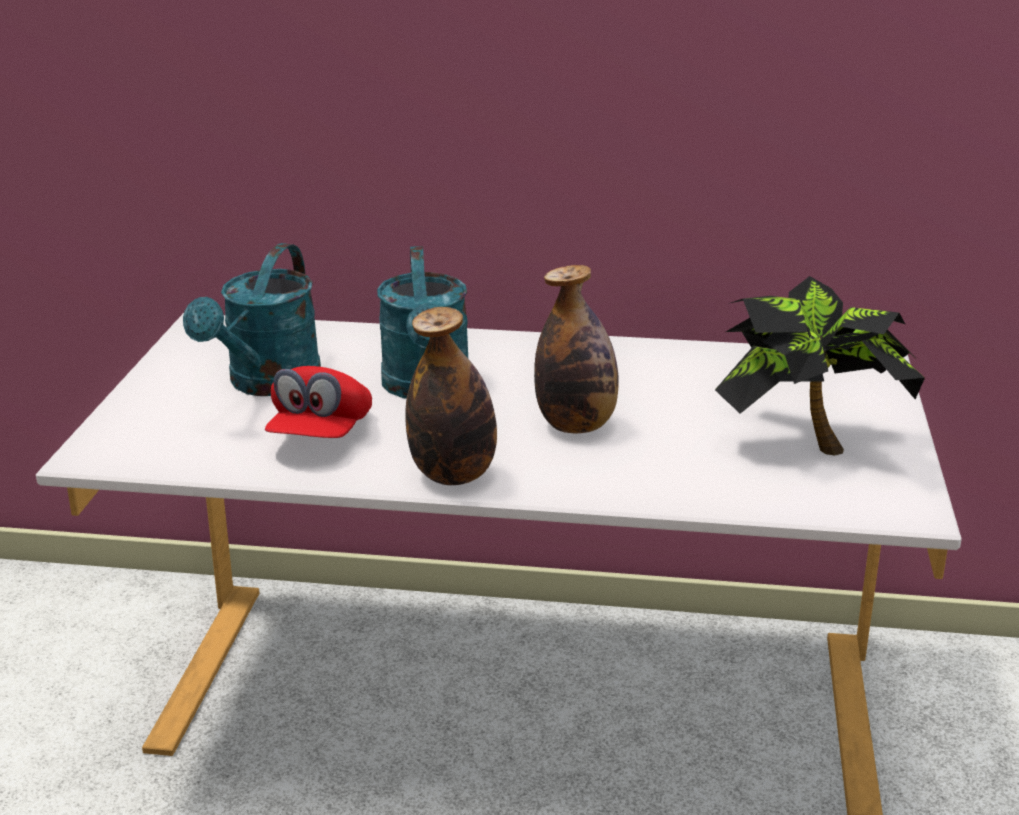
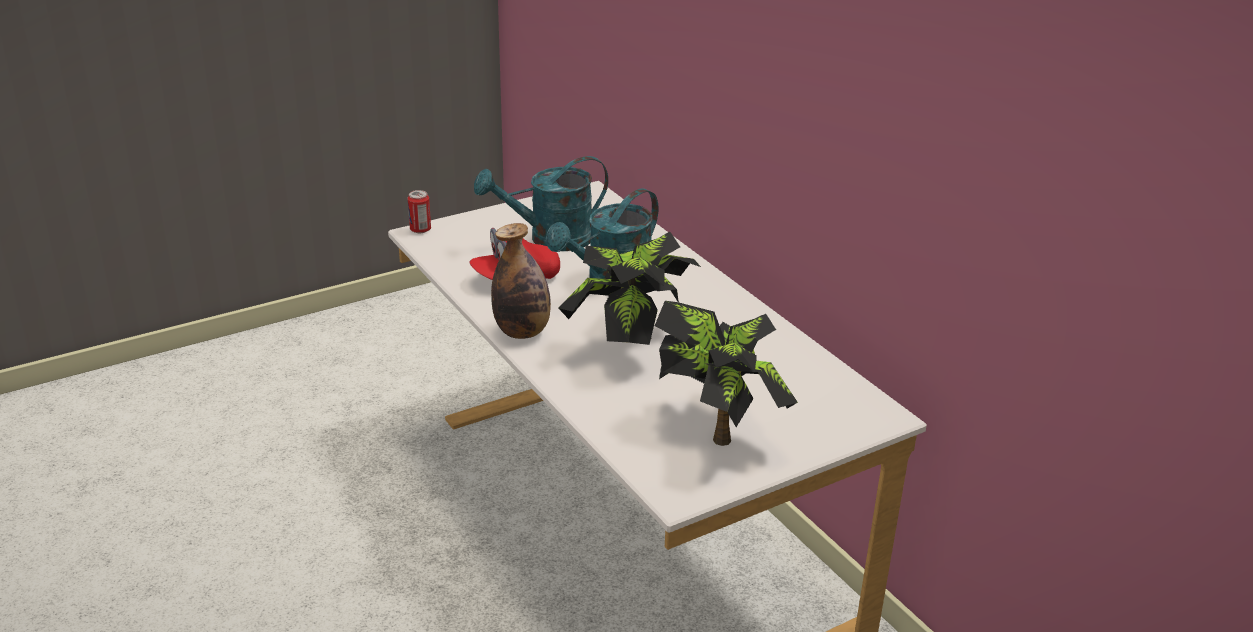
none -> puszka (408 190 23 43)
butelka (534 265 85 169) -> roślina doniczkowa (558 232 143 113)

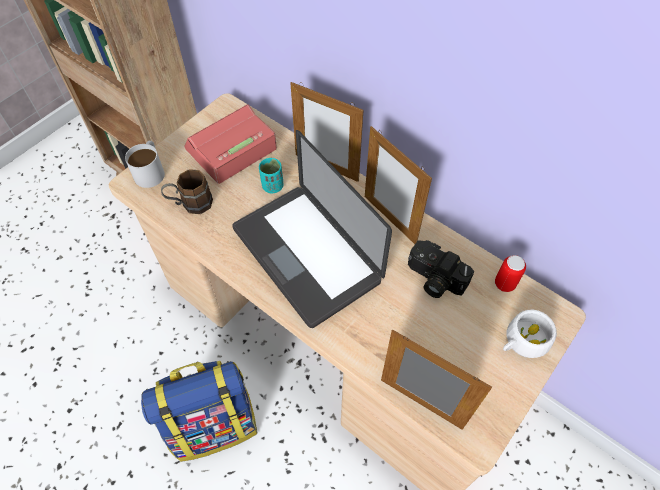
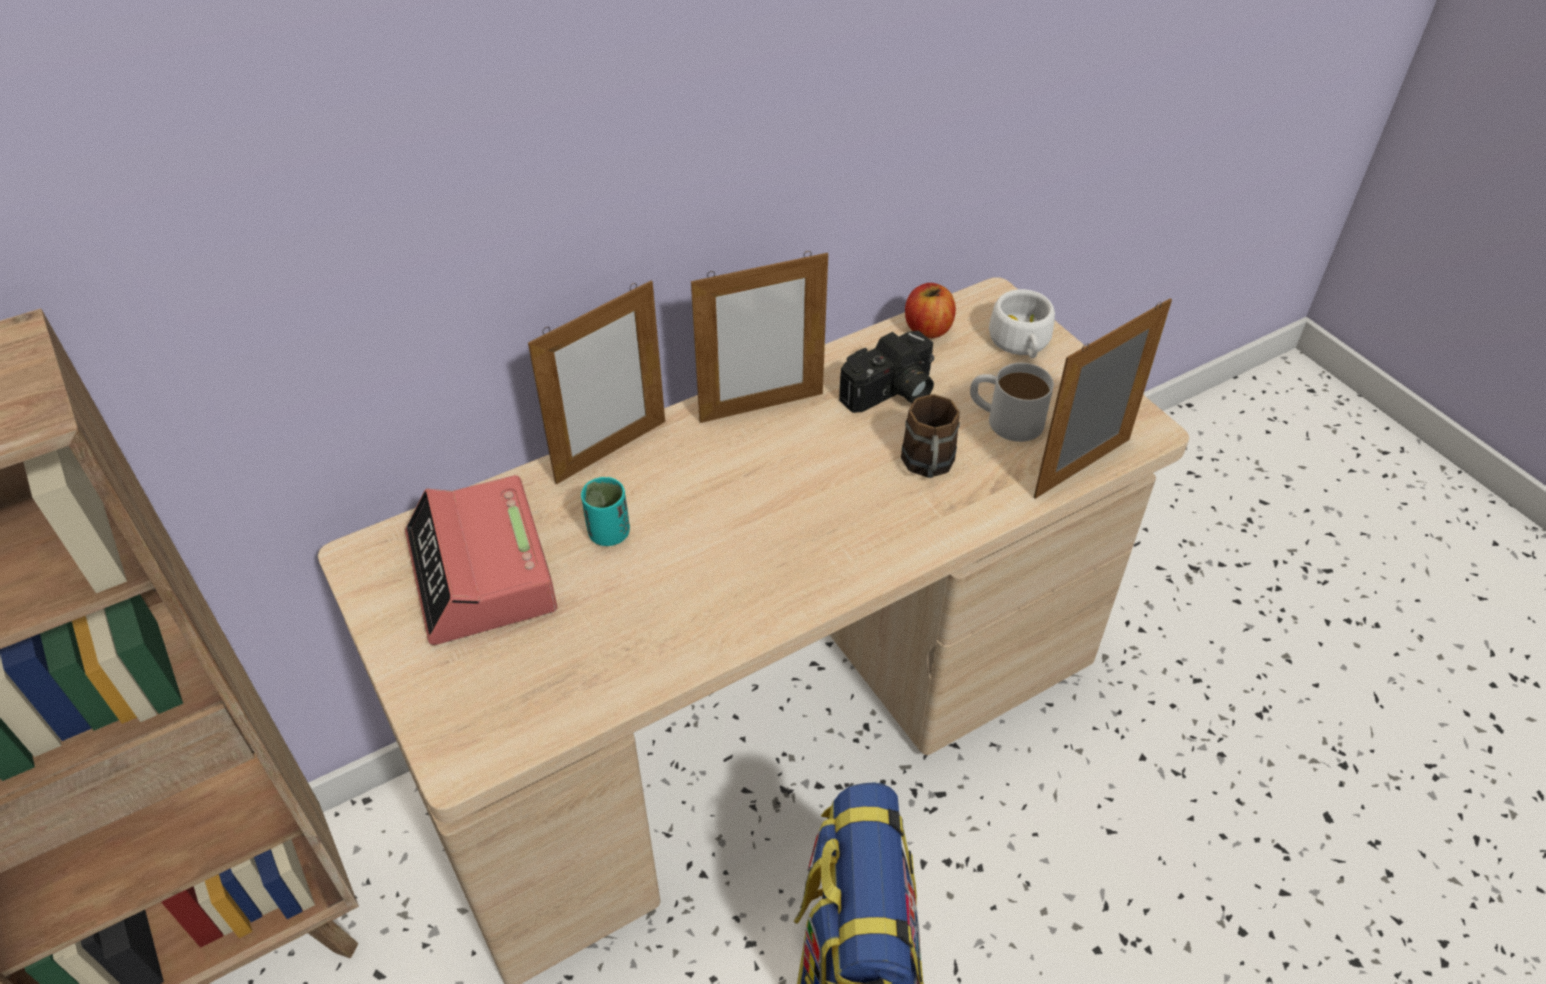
laptop (232 130 160 198) -> none
kubek [biały] (125 141 40 47) -> kubek [biały] (970 363 84 79), relocated
kubek [brązowy] (161 169 52 45) -> kubek [brązowy] (901 394 59 84), relocated
puszka (495 255 31 37) -> jabłko (905 283 51 55)

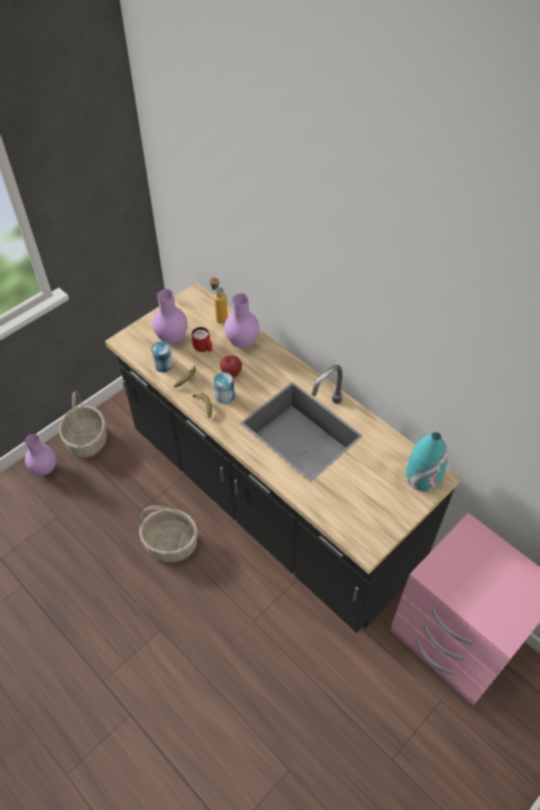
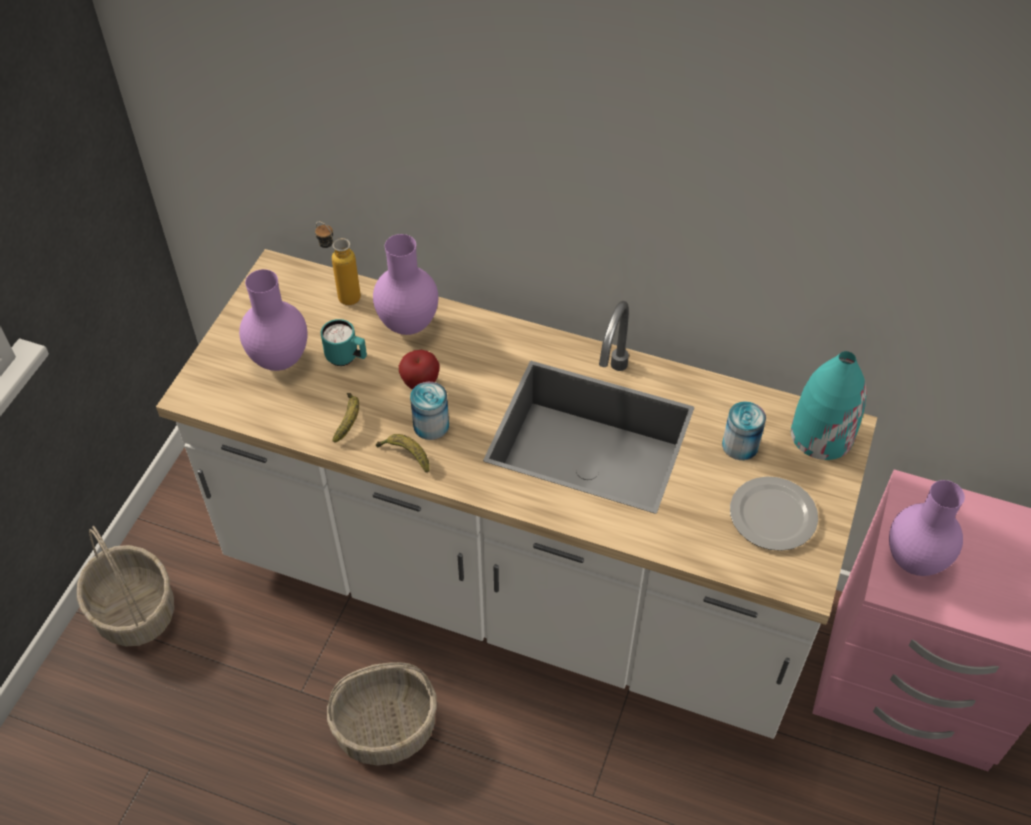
none -> talerz (730 476 88 75)
wazon [fioletowy] (25 434 31 41) -> wazon [fioletowy] (889 480 76 96), relocated
puszka (151 342 22 30) -> puszka (722 402 44 58), relocated
zabudowa kuchenna [czarny] (105 283 356 350) -> zabudowa kuchenna [biały] (156 249 721 490)
kubek [czerwony] (192 327 20 25) -> kubek [turkusowy] (321 319 46 47)

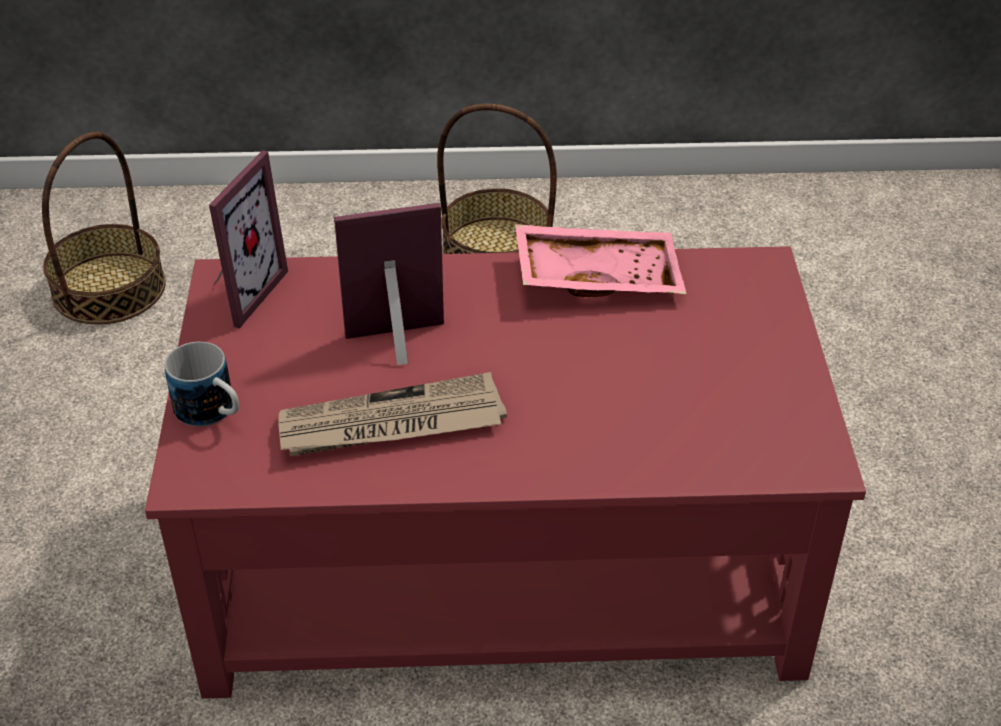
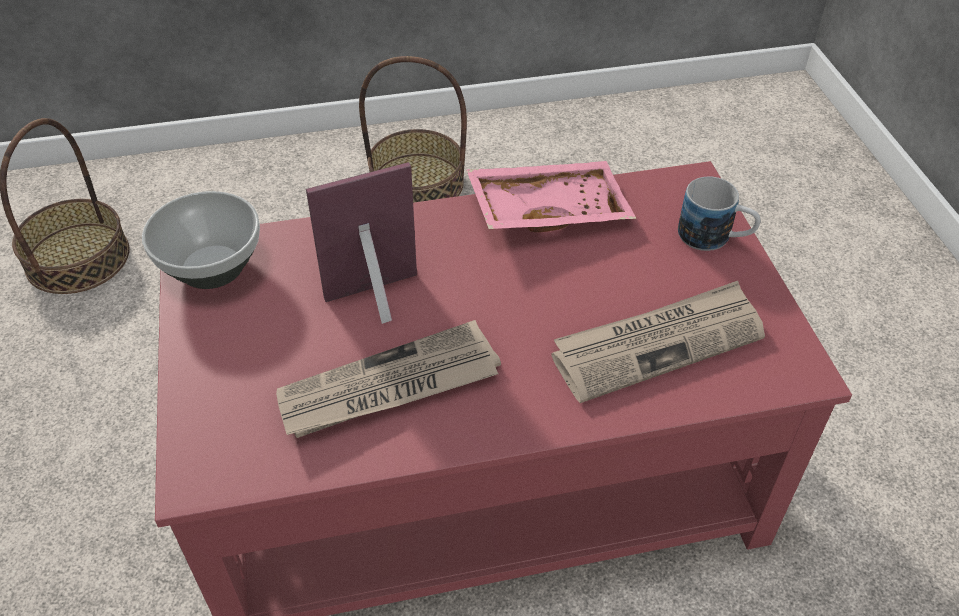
none -> gazeta (551 281 214 122)
kubek (165 342 74 85) -> kubek (678 176 83 75), relocated
ramka na zdjęcie (209 150 79 178) -> miska (142 191 118 98)

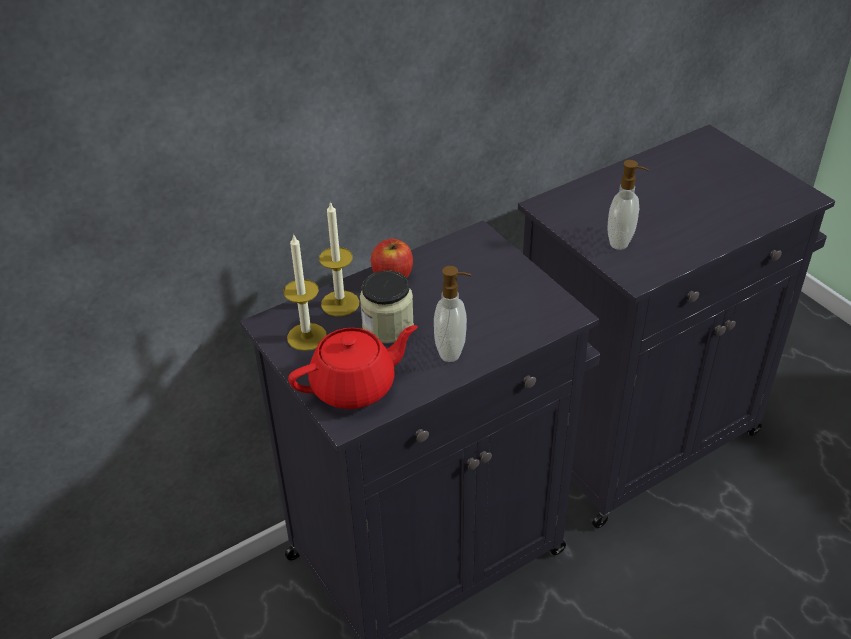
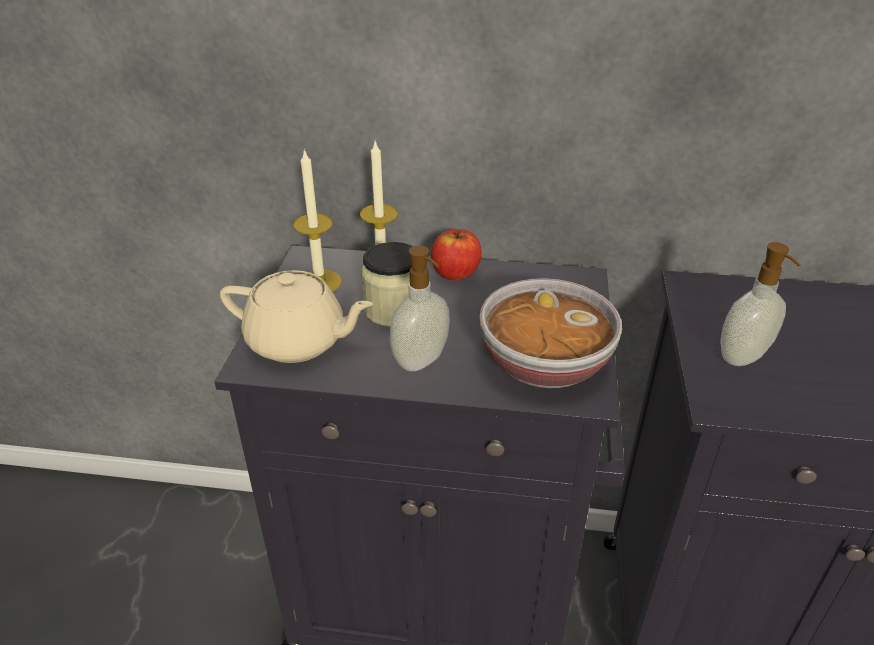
none -> miska (479 278 143 110)
imbryk [czerwony] (288 325 129 84) -> imbryk [beżowy] (220 270 153 93)

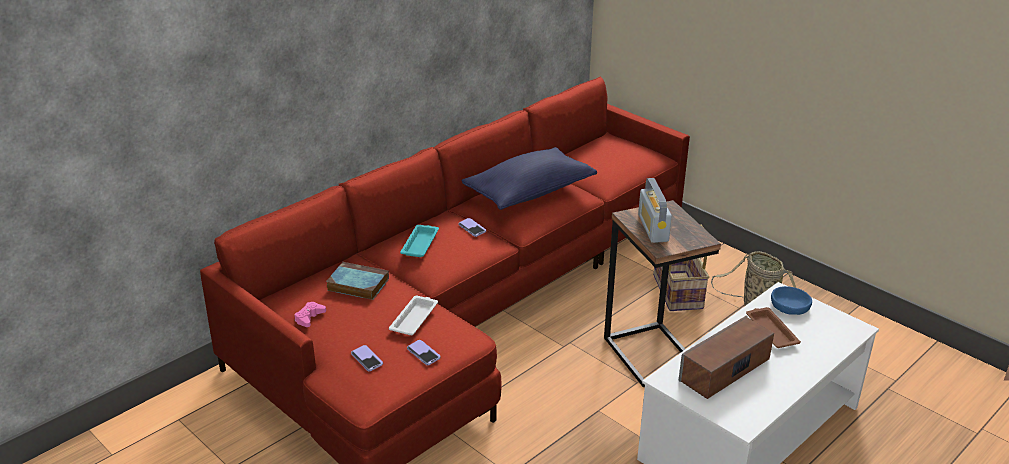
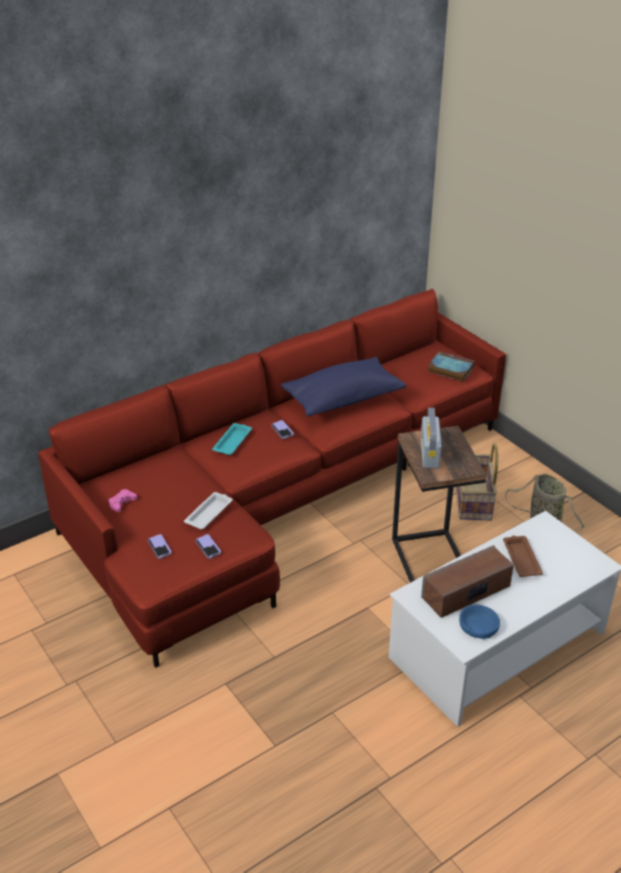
książka (326 262 63 38) -> książka (428 351 47 30), relocated
miska [niebieski] (771 286 41 29) -> miska [niebieski] (459 604 41 35), relocated

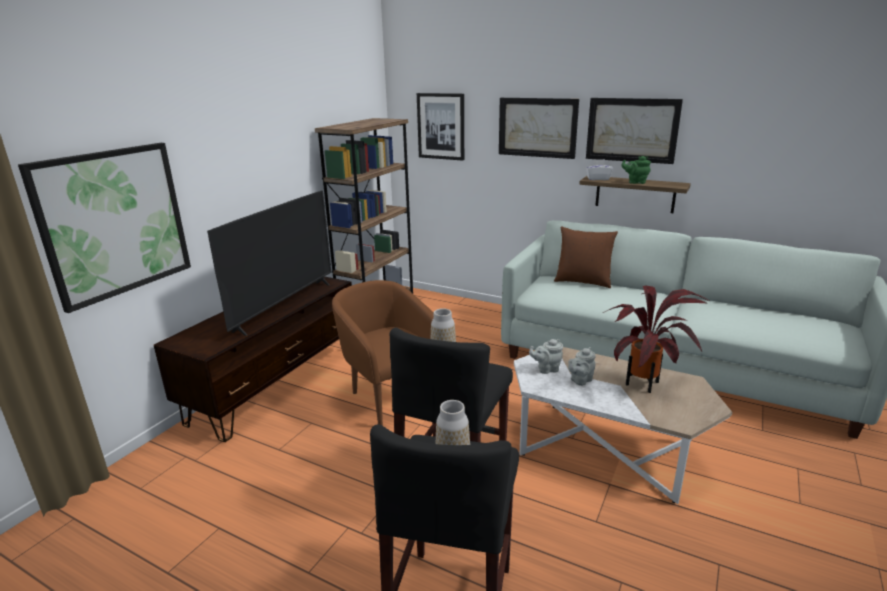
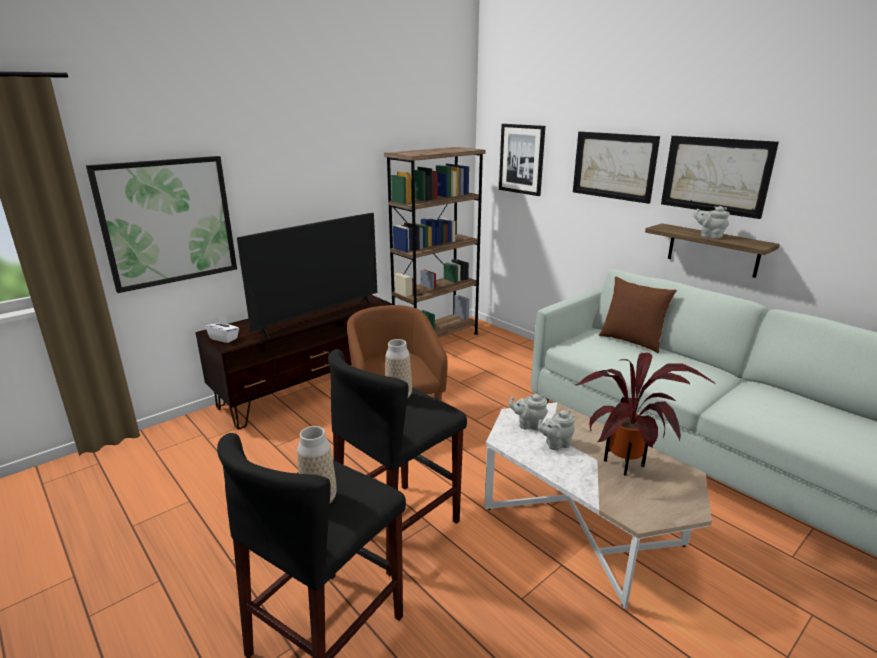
pudełko chusteczek [biały] (586 159 27 21) -> pudełko chusteczek [biały] (205 317 34 26), relocated
imbryk [zielony] (621 156 30 28) -> imbryk [szary] (694 206 36 33)

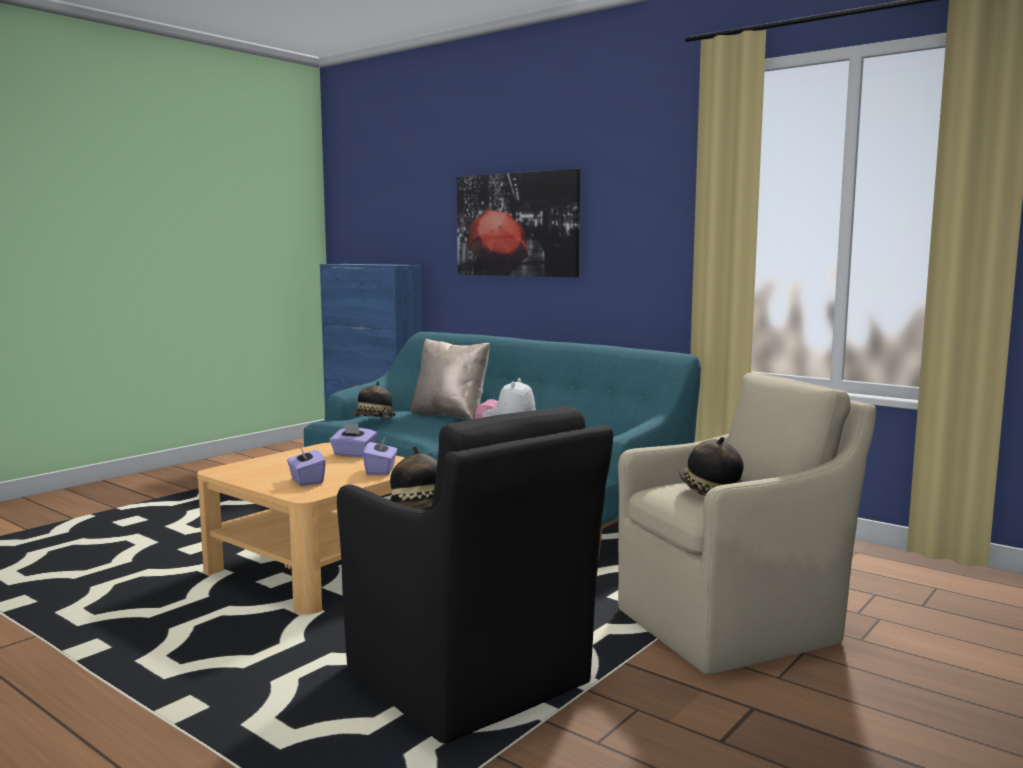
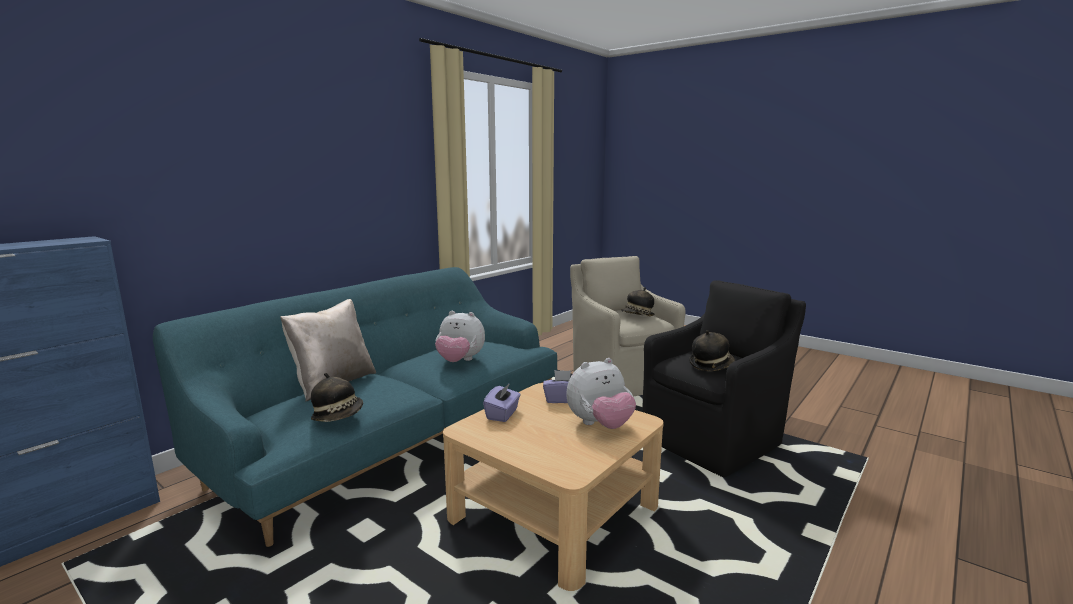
obraz (457 169 123 108) -> none
pudełko chusteczek [fioletowy] (287 445 39 41) -> pluszak (566 358 70 71)

